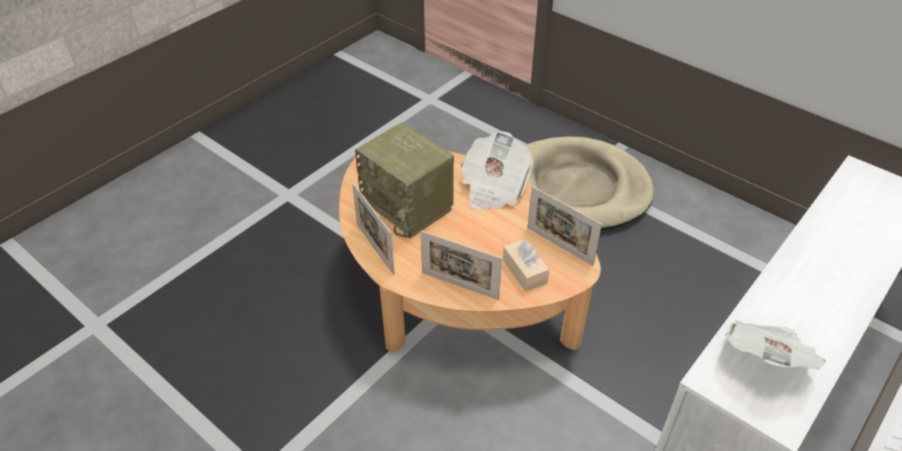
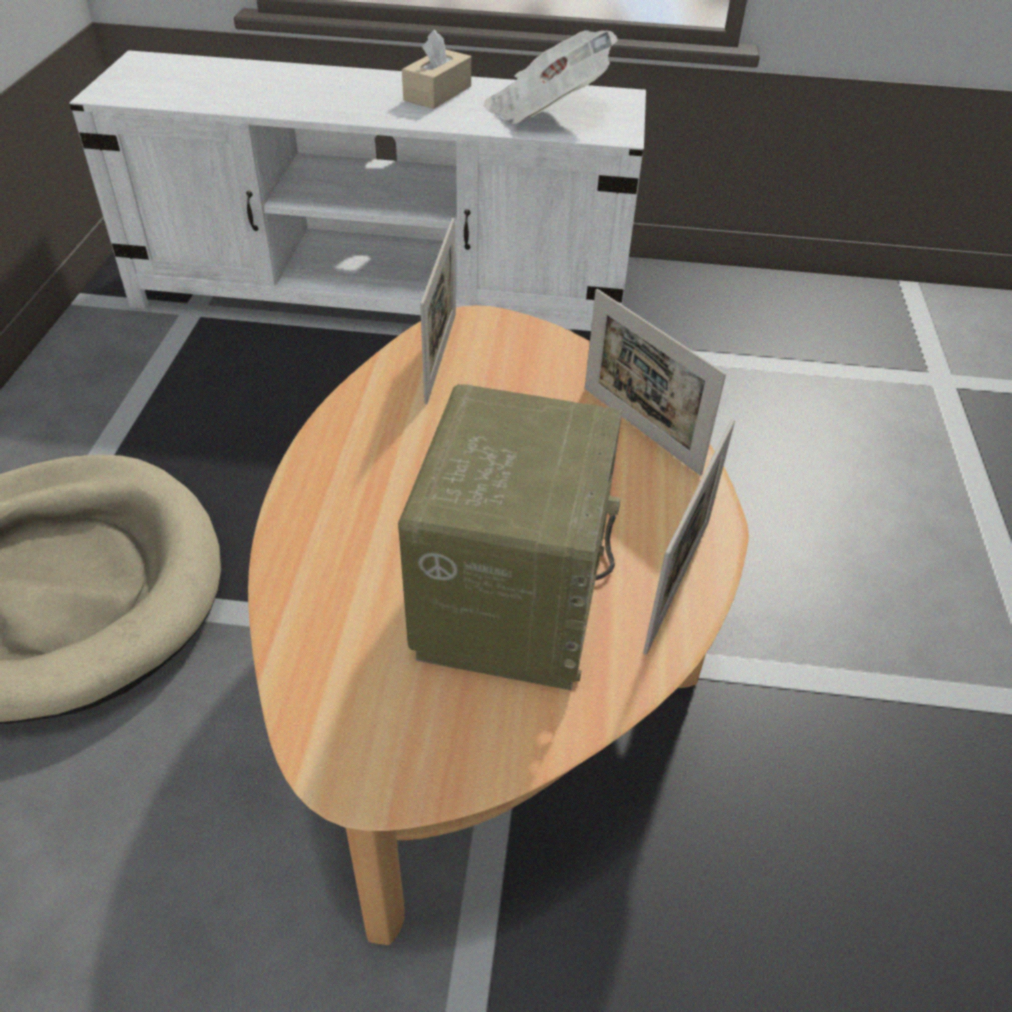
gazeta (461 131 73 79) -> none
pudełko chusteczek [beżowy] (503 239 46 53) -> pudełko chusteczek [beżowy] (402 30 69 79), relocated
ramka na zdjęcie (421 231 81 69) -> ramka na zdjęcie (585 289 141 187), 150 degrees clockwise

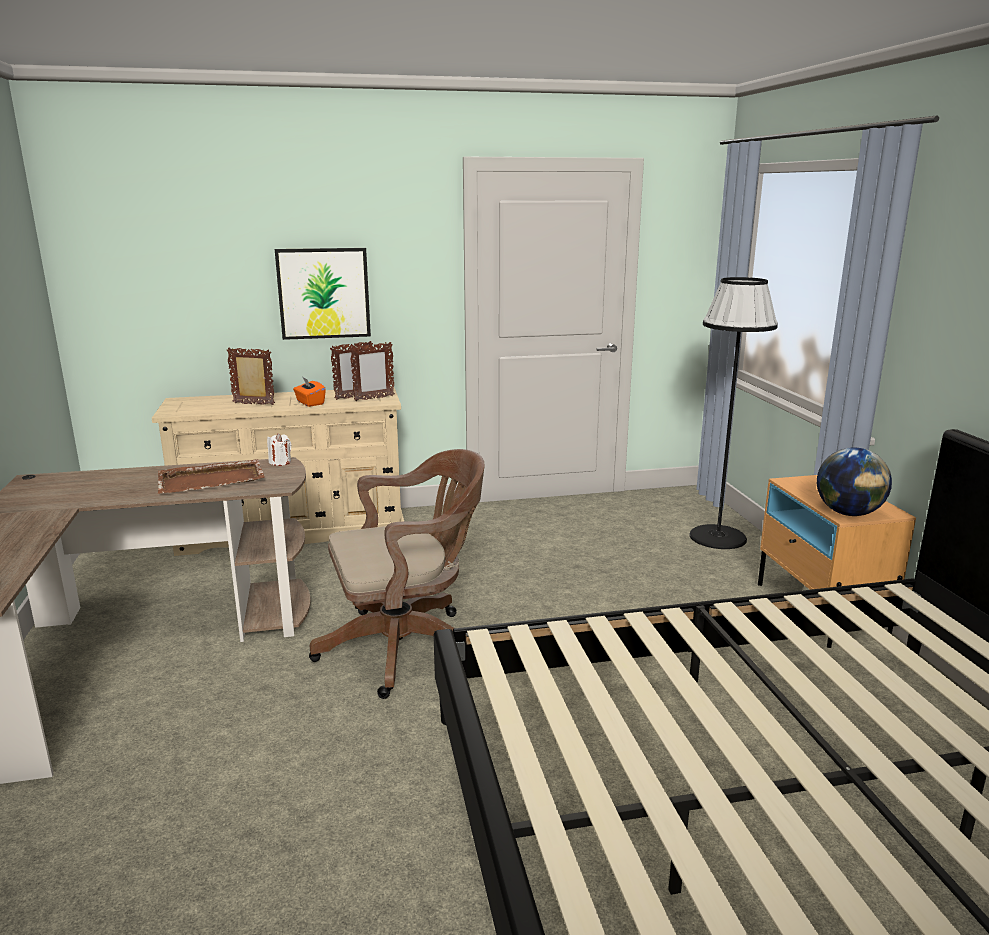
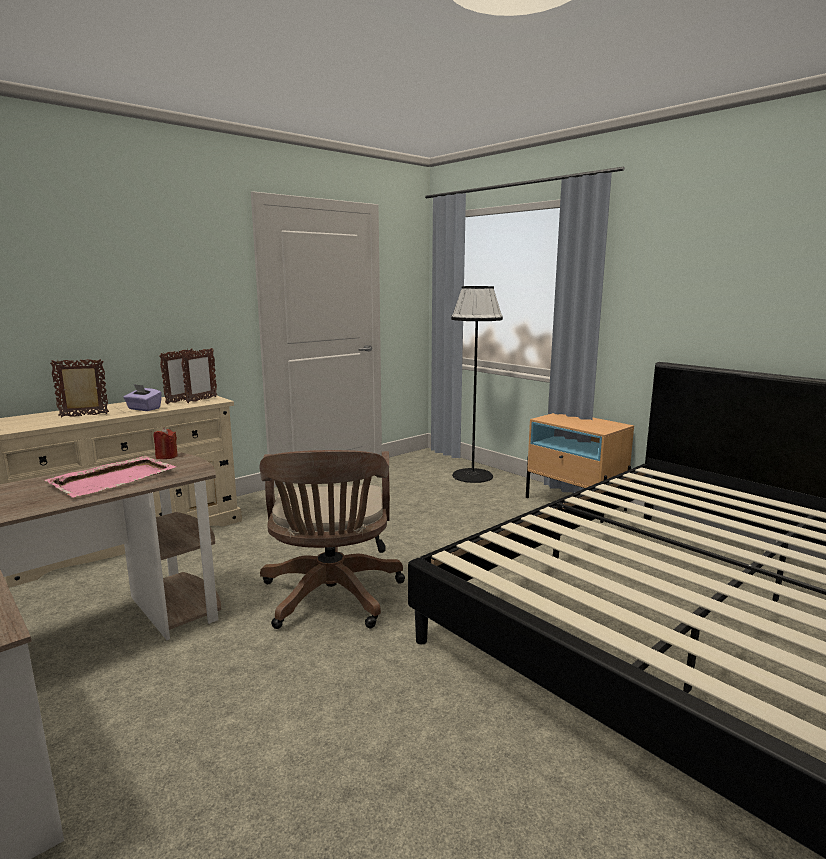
obraz (275 248 96 92) -> none
globus (817 447 75 69) -> none
taca [brązowy] (158 459 107 35) -> taca [różowy] (45 456 131 41)
świeca [biały] (267 433 24 33) -> świeca [czerwony] (153 427 25 32)
pudełko chusteczek [pomarańczowy] (293 376 33 31) -> pudełko chusteczek [fioletowy] (123 384 39 27)
krzesło biurowe [brązowy] (309 449 176 250) -> krzesło biurowe [brązowy] (259 450 146 179), 135 degrees clockwise

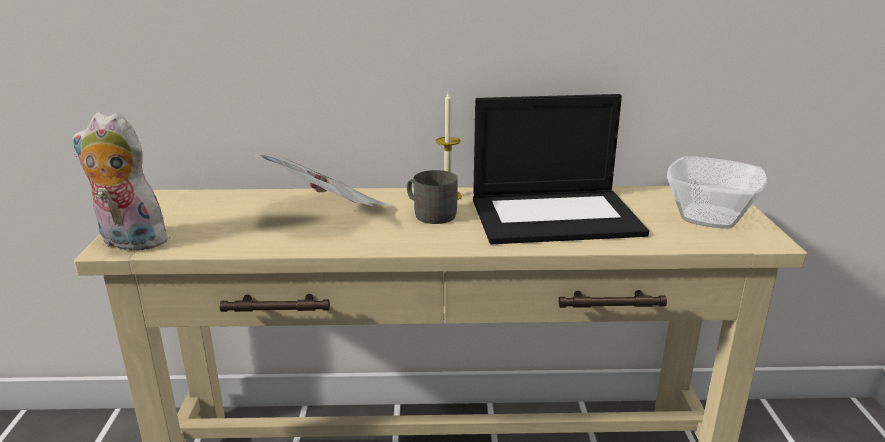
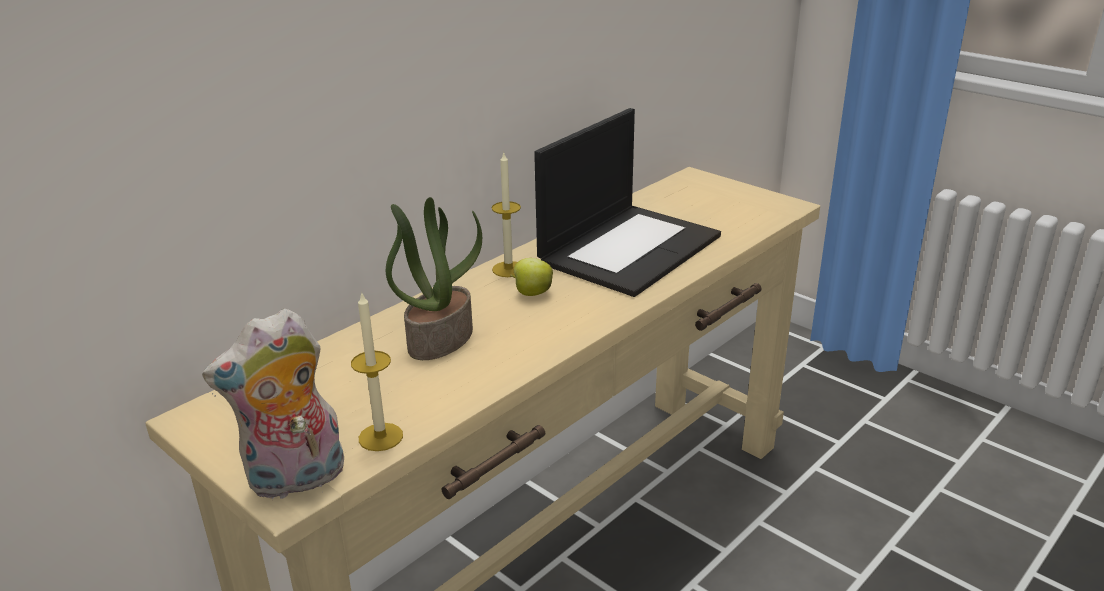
miska (667 156 100 73) -> none
none -> świeca (351 291 52 160)
gazeta (253 154 141 53) -> roślina doniczkowa (386 197 96 163)
kubek [szary] (407 170 51 54) -> jabłko (510 258 43 38)

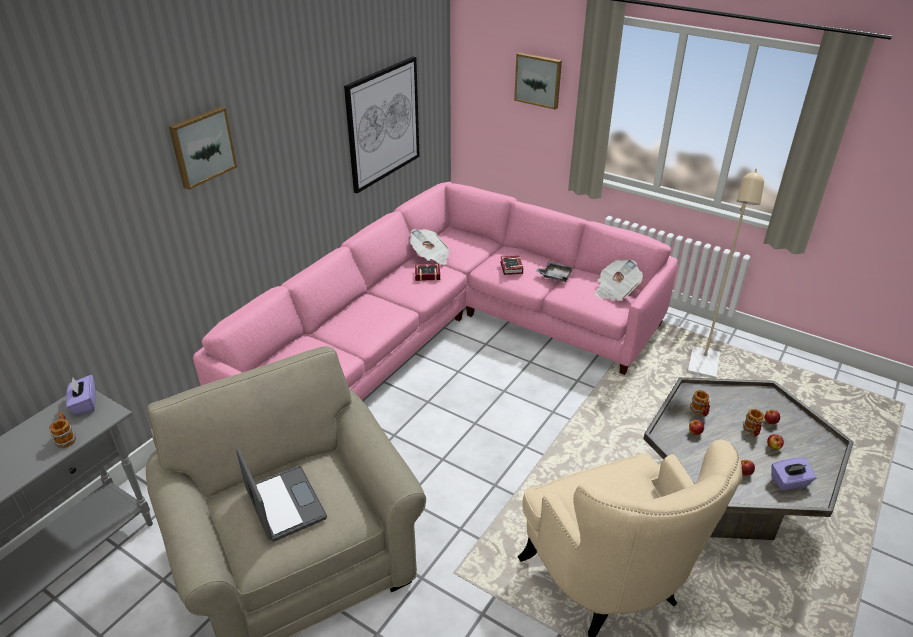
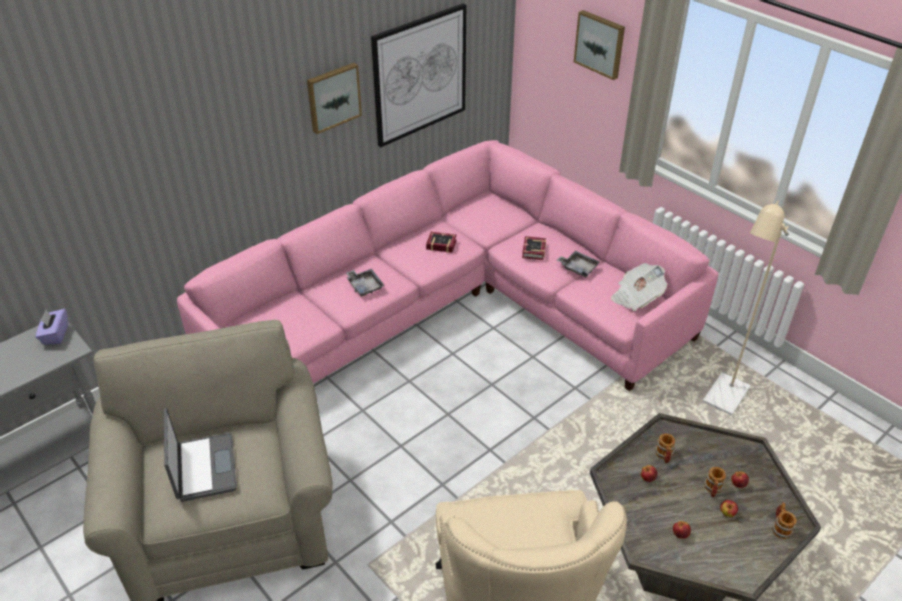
gazeta (410 229 41 36) -> none
pudełko chusteczek [fioletowy] (771 457 45 34) -> none
none -> taca [szary] (346 269 39 28)
kubek (50 412 26 36) -> kubek (772 503 25 36), relocated
obraz (169 106 68 84) -> obraz (307 63 55 71), relocated

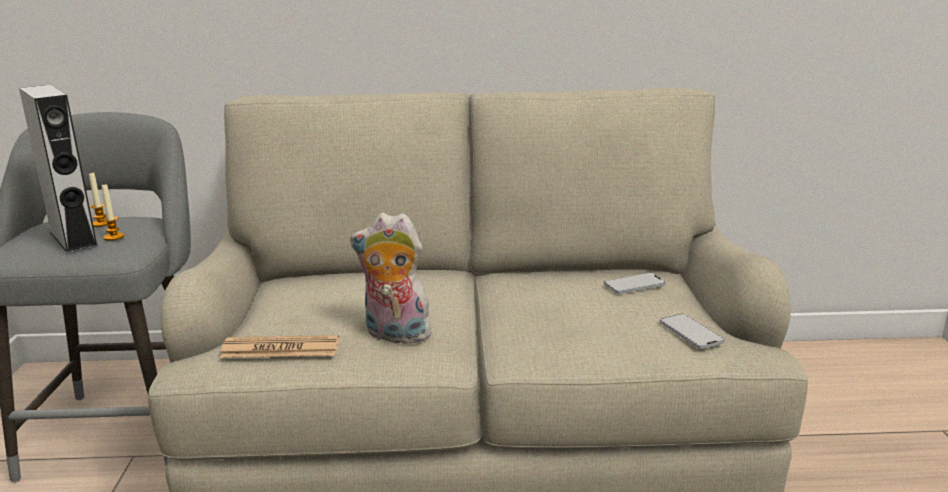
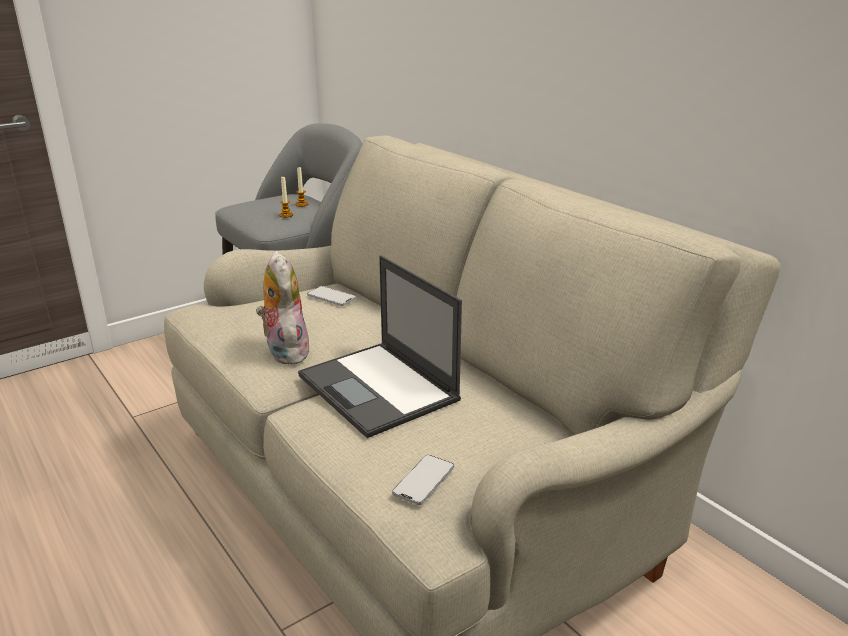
głośnik [szary] (19 85 79 167) -> none
gazeta (220 335 119 23) -> none
none -> laptop (298 255 164 183)
telefon (604 273 62 21) -> telefon (307 286 49 20), relocated

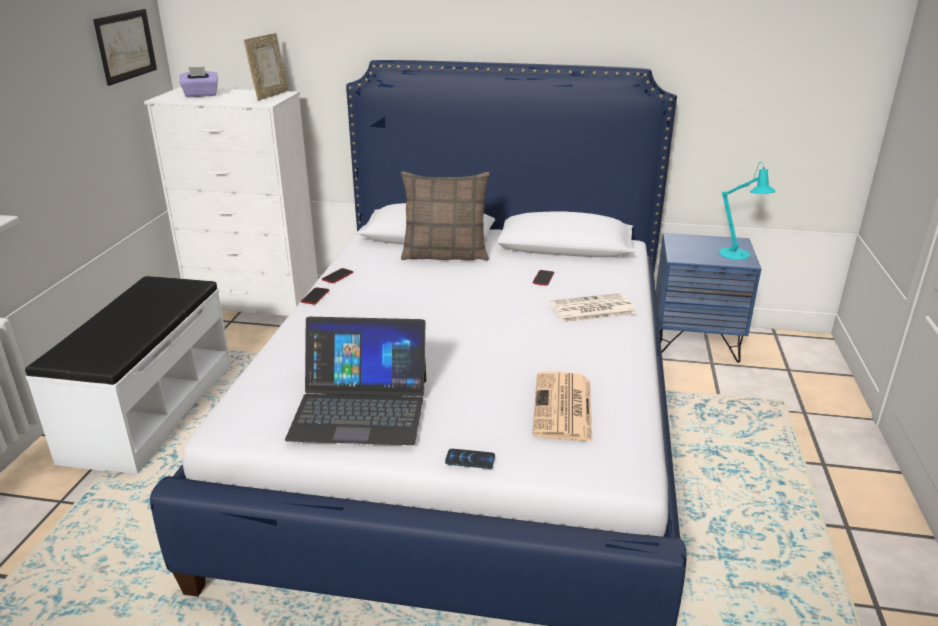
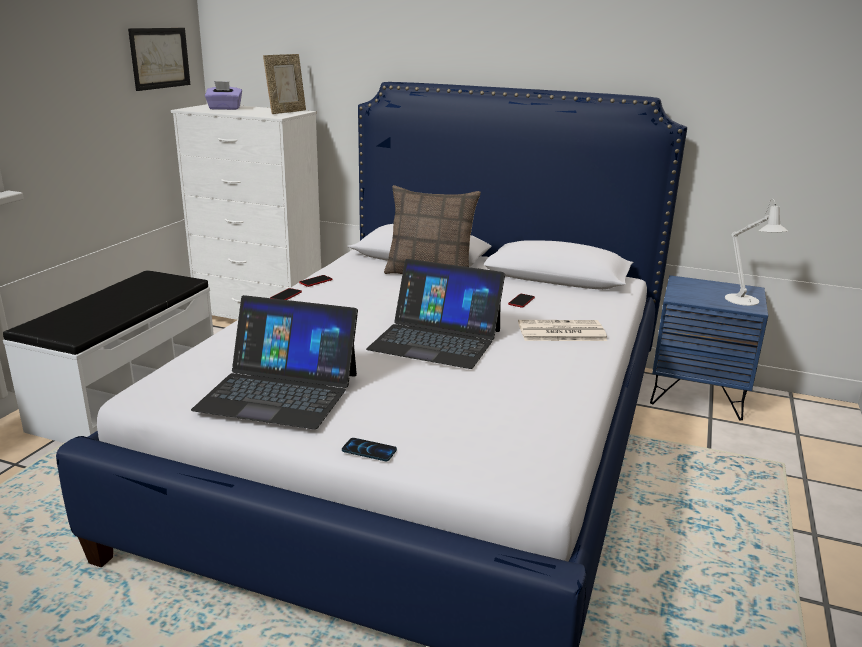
gazeta (532 372 60 70) -> none
none -> laptop (366 259 139 110)
lampa stołowa [turkusowy] (719 162 57 98) -> lampa stołowa [biały] (725 199 63 107)

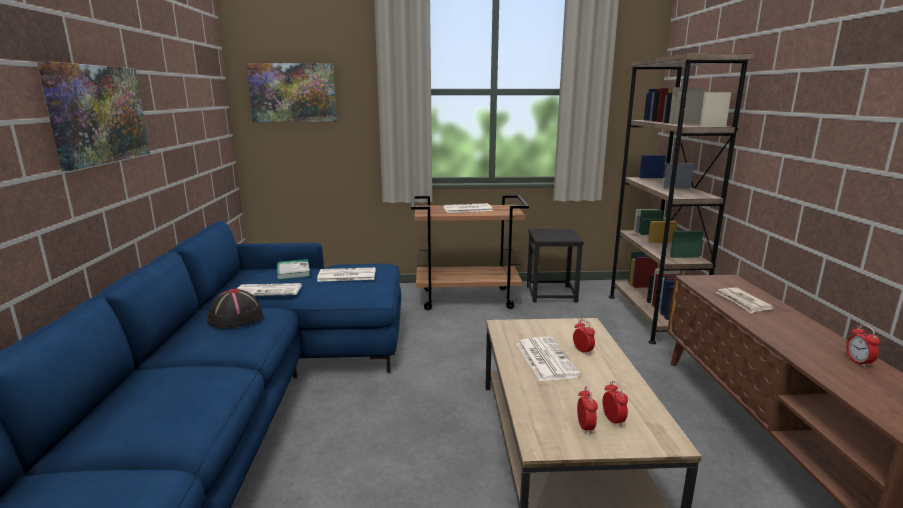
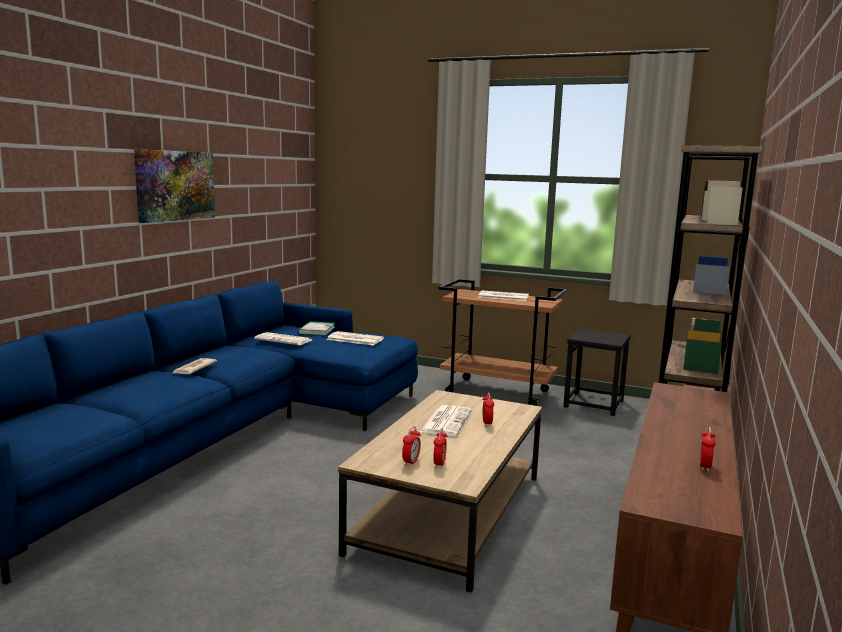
kapelusz [czarny] (207 288 56 41) -> none
obraz (246 63 91 59) -> none
gazeta (715 288 59 26) -> gazeta (172 358 45 16), relocated

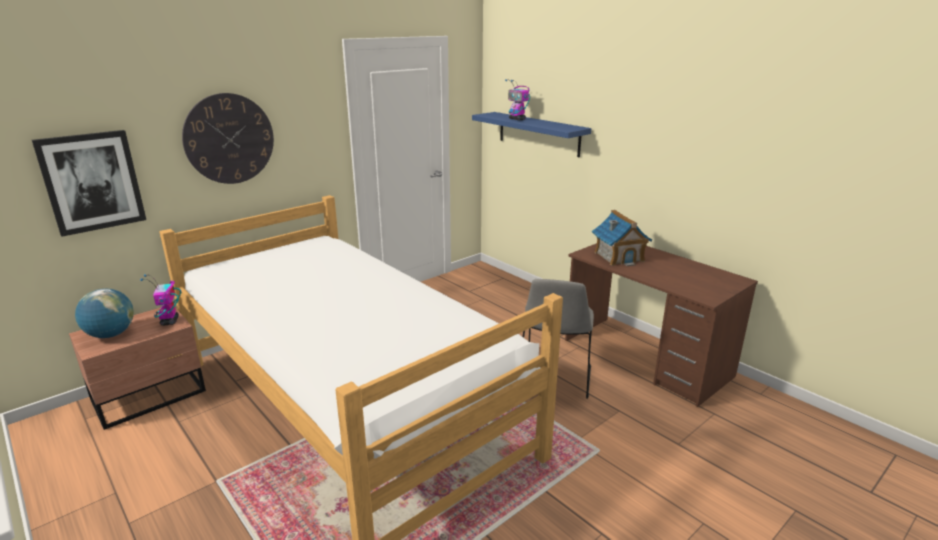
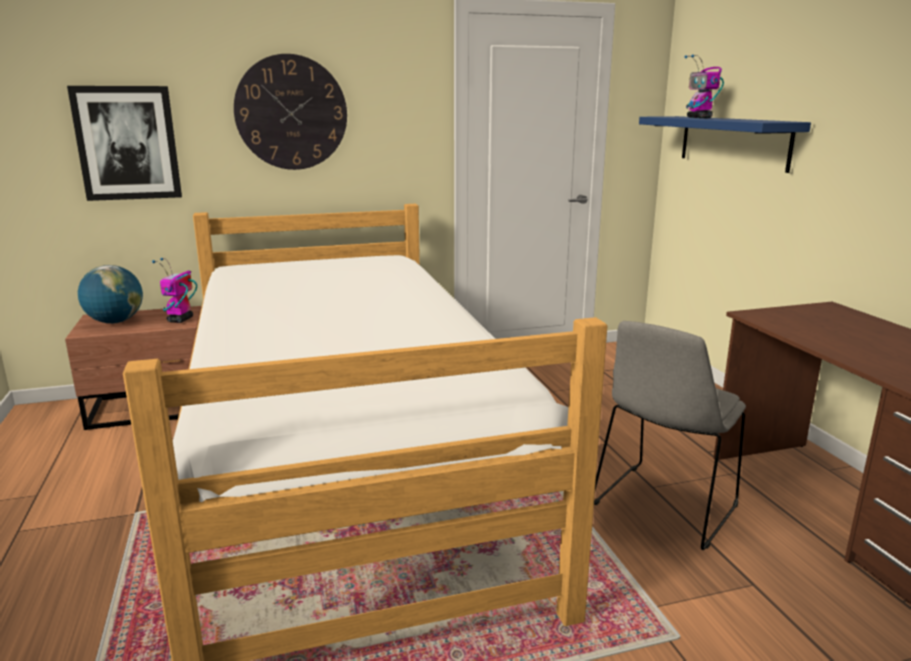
domek (592 210 60 56) -> none

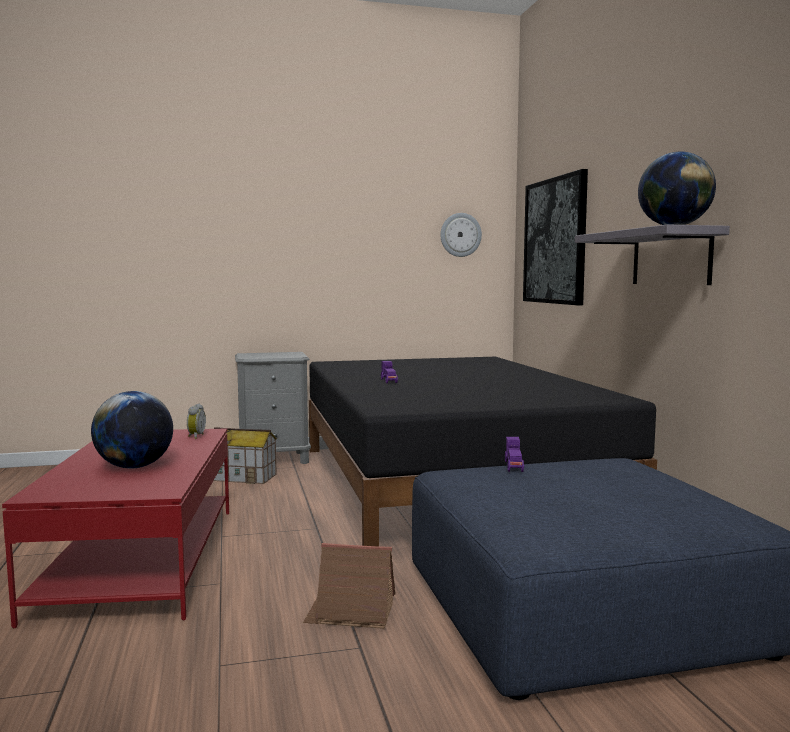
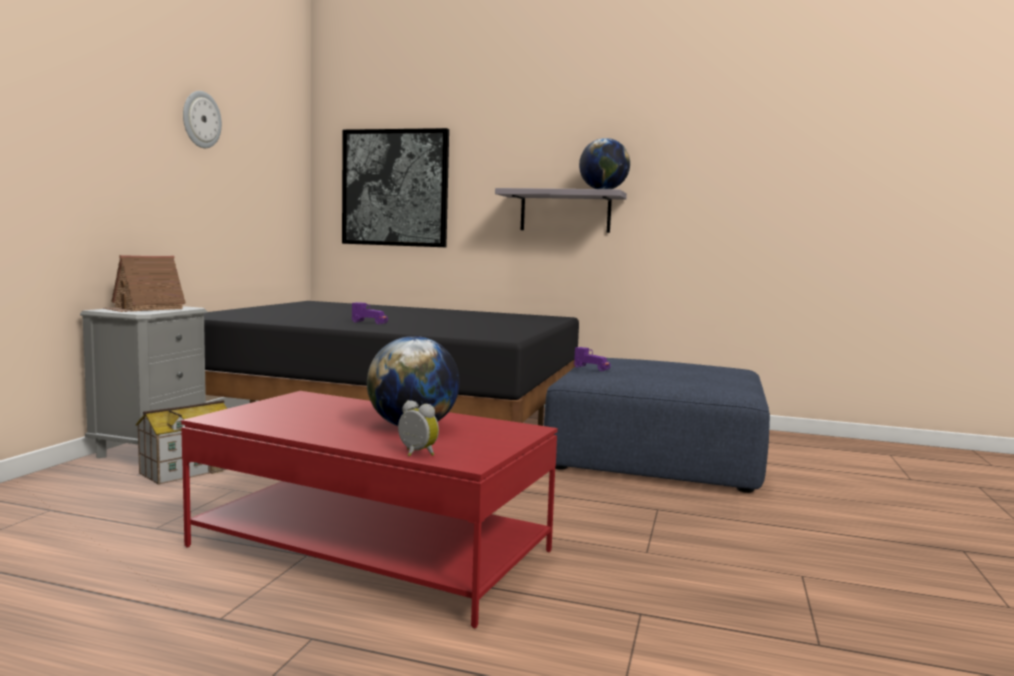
budzik (187 404 19 35) -> budzik (398 400 41 57), relocated
domek (303 543 93 86) -> domek (103 255 83 57), relocated
zegar ścienny (440 213 42 44) -> zegar ścienny (183 91 39 57), relocated

